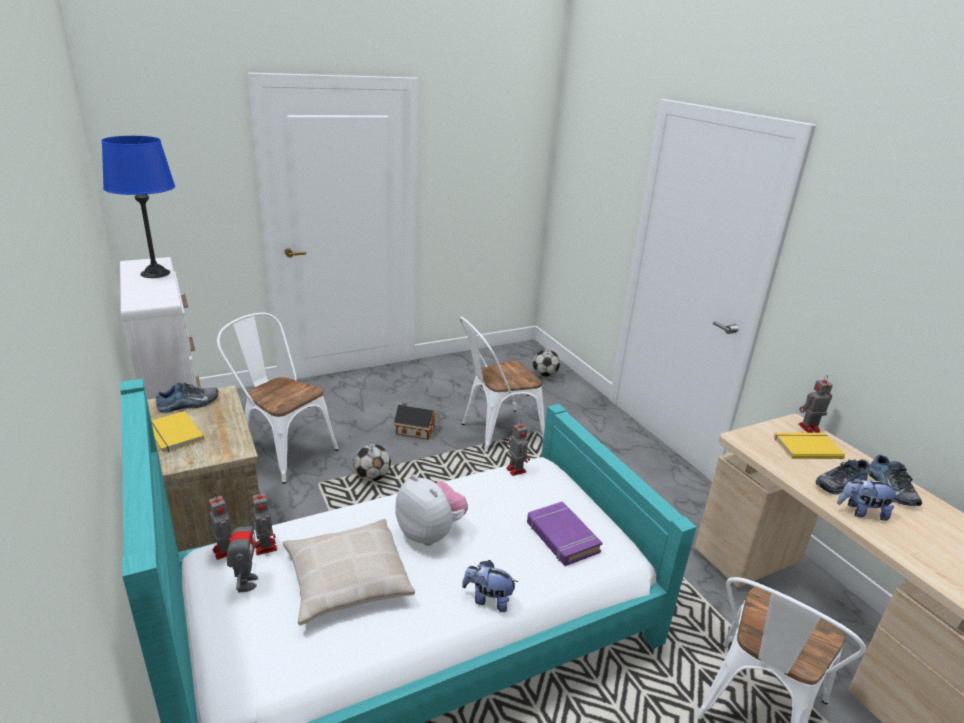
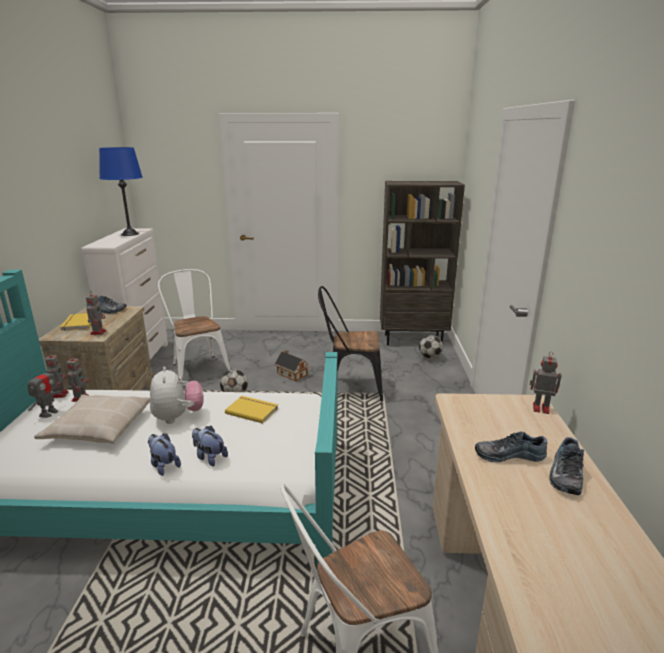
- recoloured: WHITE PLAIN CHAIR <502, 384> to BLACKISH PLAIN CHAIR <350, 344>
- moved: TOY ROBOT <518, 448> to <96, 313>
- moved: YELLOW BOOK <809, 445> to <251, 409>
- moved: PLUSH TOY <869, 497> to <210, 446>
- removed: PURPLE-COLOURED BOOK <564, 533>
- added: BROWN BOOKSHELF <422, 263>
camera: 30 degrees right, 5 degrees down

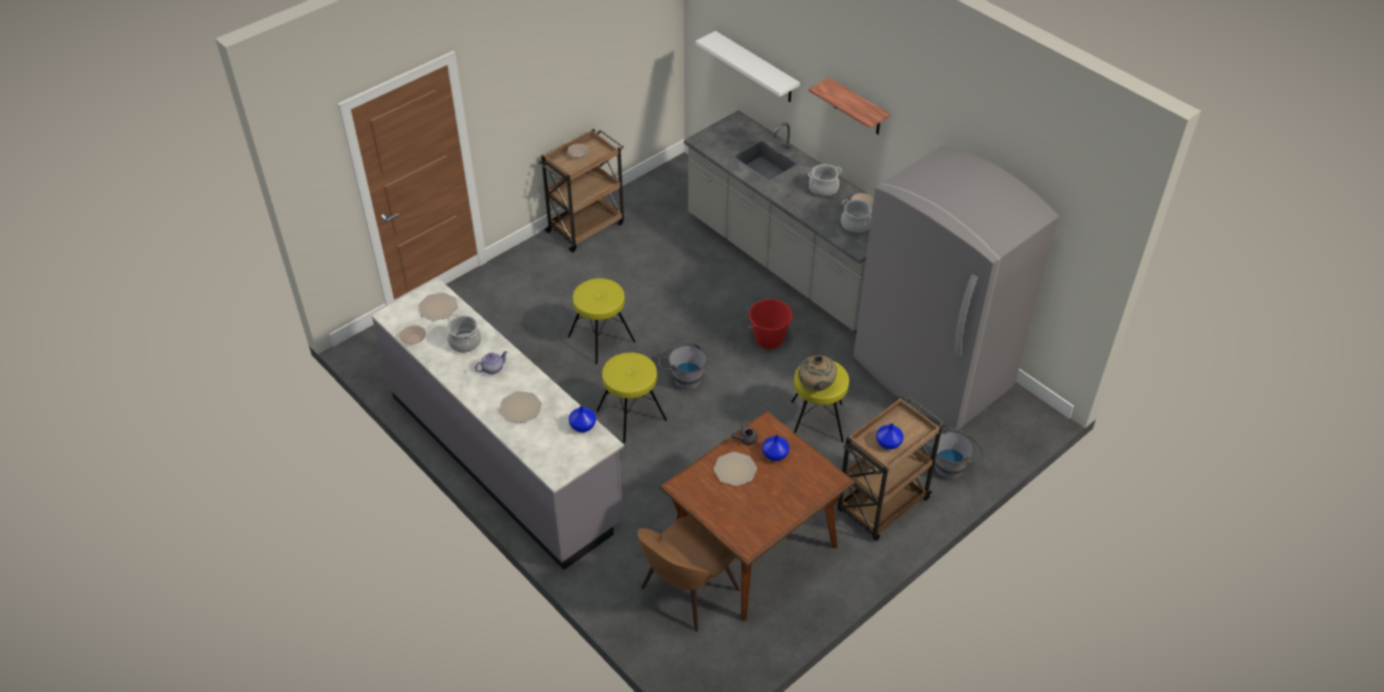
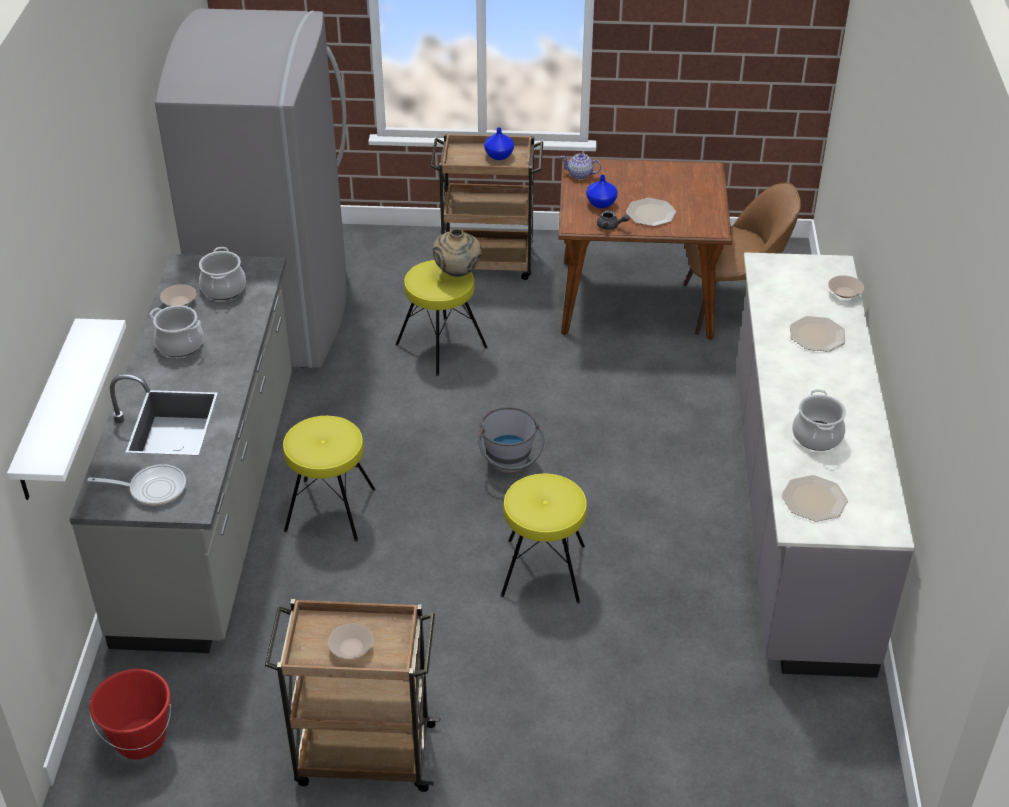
- removed: BRACKET SHELF <850, 105>
- moved: REDDISH PAIL <771, 324> to <130, 714>
- moved: SAND-COLOURED BOWL <413, 334> to <846, 286>
- moved: POT FOR TEA <491, 362> to <581, 166>
- moved: YELLOW STOOL <631, 398> to <329, 478>
- removed: BLUISH FLOWER VASE <582, 419>
- removed: GREYISH PAIL <958, 453>
- added: FRYING PAN <136, 485>
camera: 135 degrees left, 5 degrees down

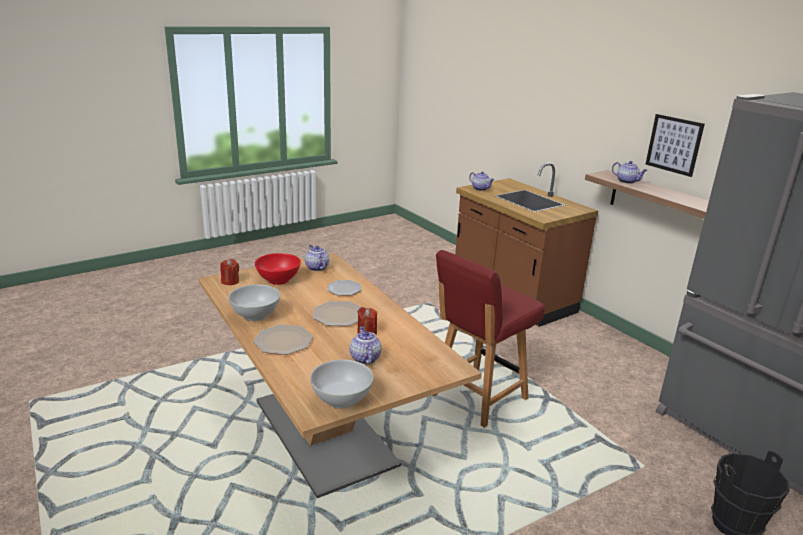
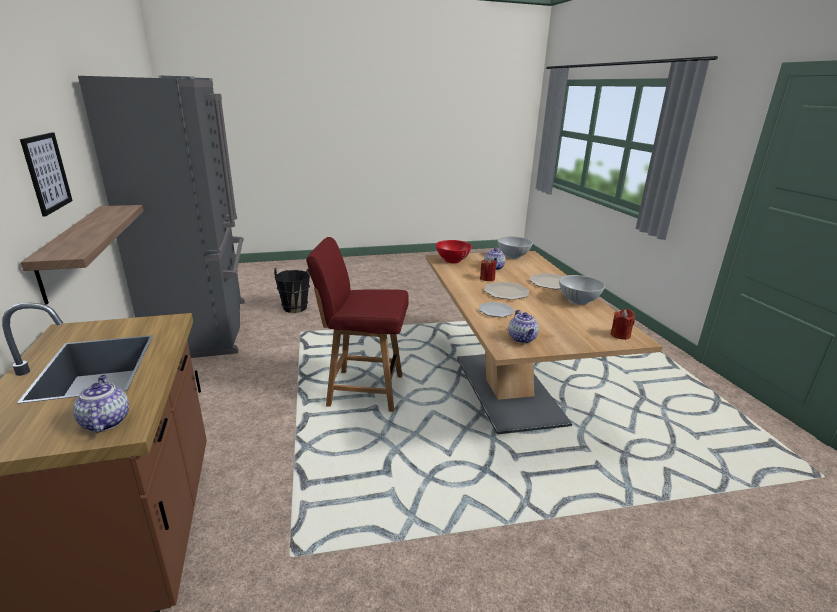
- removed: POT FOR TEA <629, 172>
- turned: REDDISH PLAIN CHAIR <489, 339> = <357, 324> 150 degrees counterclockwise
- moved: REDDISH BOWL <278, 269> to <454, 251>
camera: 160 degrees left, 0 degrees up

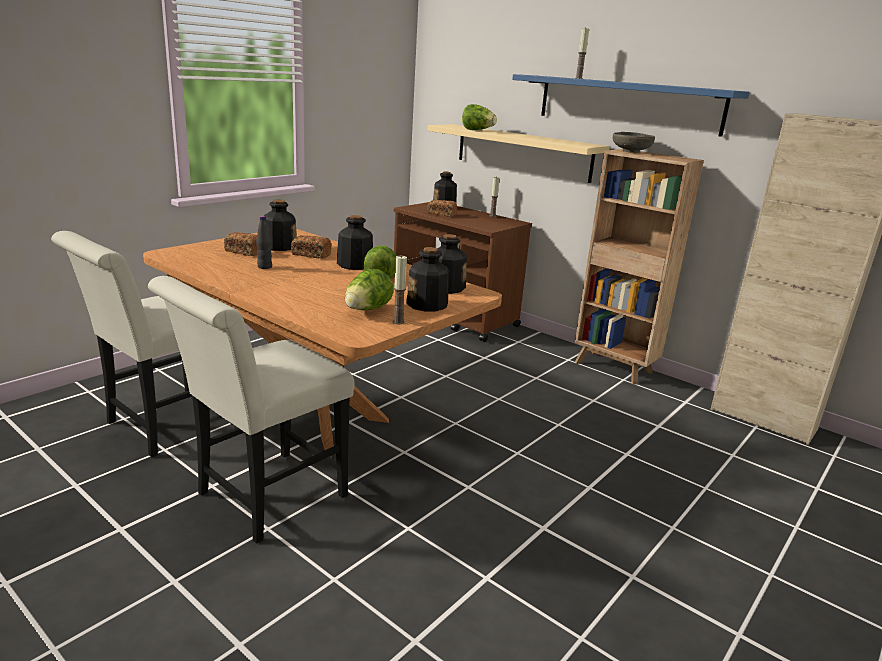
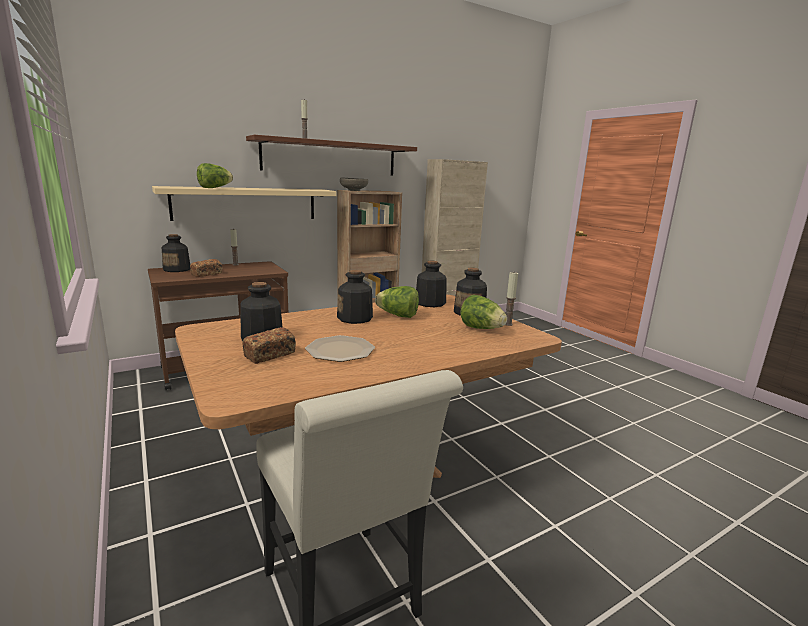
- recoloured: BLUISH BRACKET SHELF <631, 105> to BROWN BRACKET SHELF <331, 155>
- replaced: BLACKISH BOTTLE <264, 242> to PLATE <340, 348>
- removed: BAKERY BREAD <311, 247>
- removed: WHITE PLAIN CHAIR <251, 410>
camera: 70 degrees left, 5 degrees down

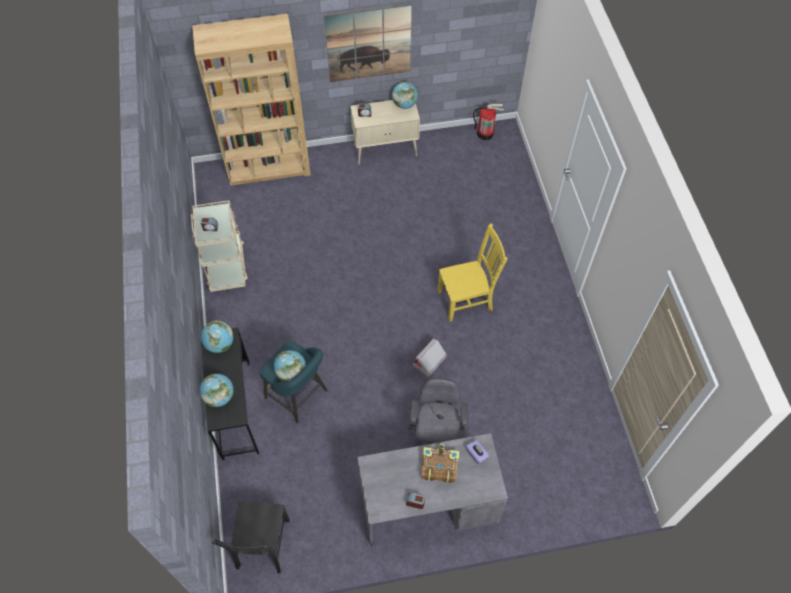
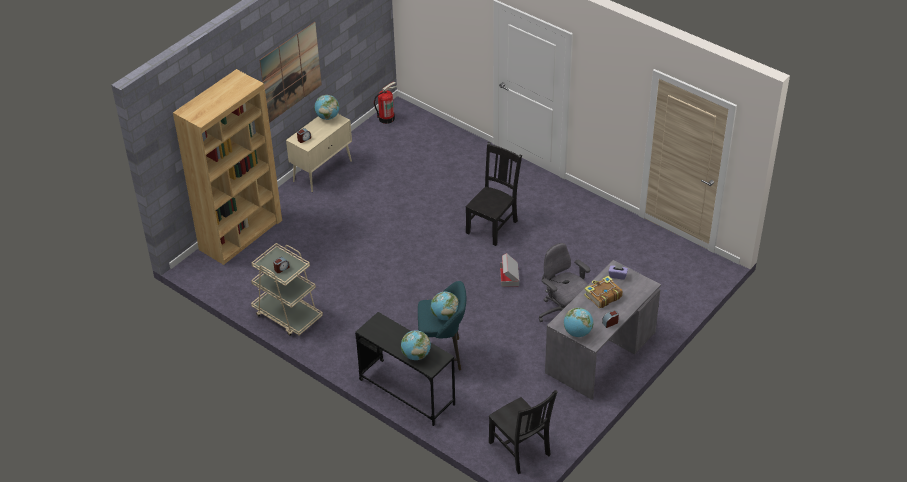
- recoloured: YELLOW PLAIN CHAIR <472, 272> to BLACKISH PLAIN CHAIR <494, 194>
- moved: GLOBE <217, 336> to <578, 322>
camera: 40 degrees left, 15 degrees down

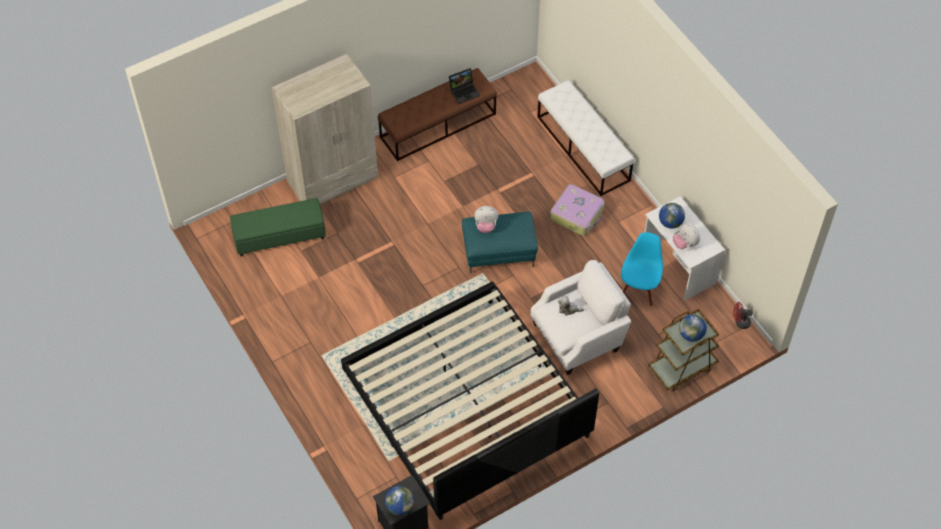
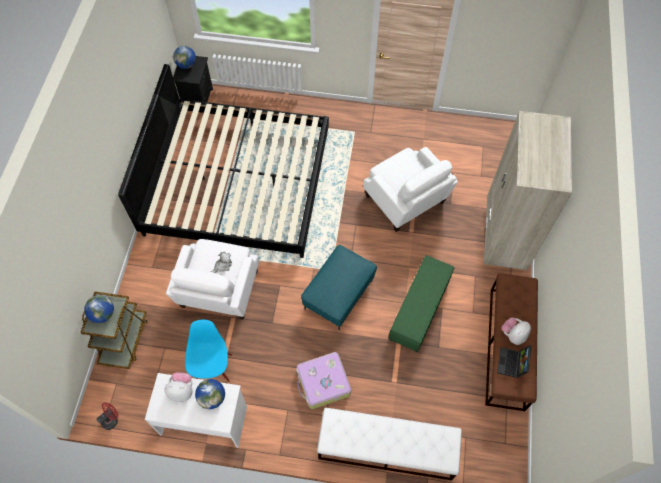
- moved: GREEN OTTOMAN <278, 227> to <421, 303>
- moved: PLUSH TOY <486, 219> to <516, 331>
- turned: BLUISH PLAIN CHAIR <642, 269> = <208, 351> 150 degrees counterclockwise
- added: WHITE ARMCHAIR <410, 189>
camera: 130 degrees right, 5 degrees up

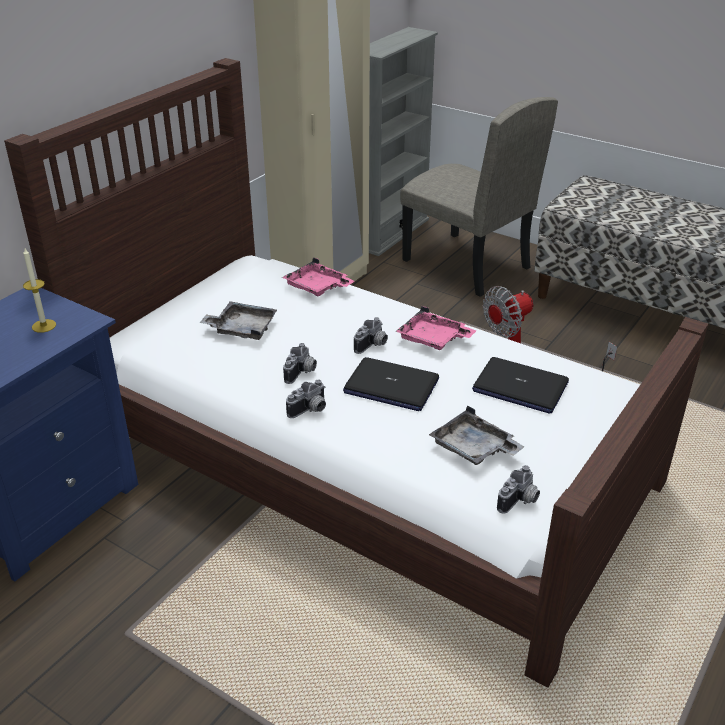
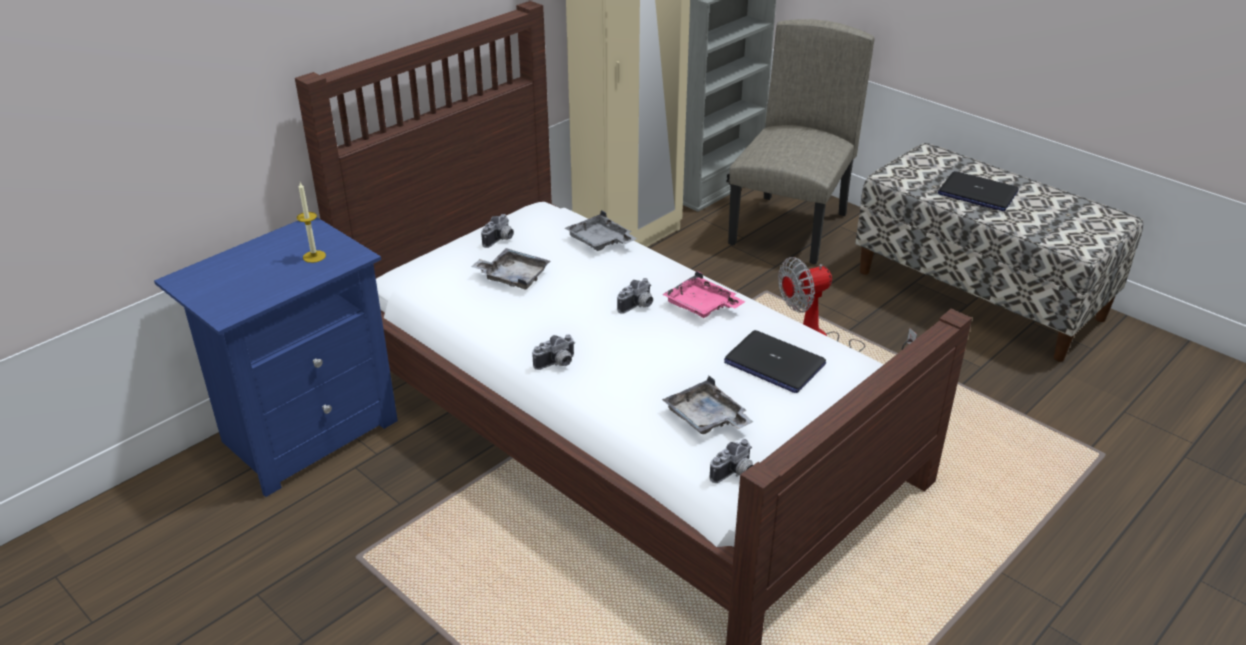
- turned: SAND-COLOURED PLAIN CHAIR <479, 197> = <801, 141> 120 degrees counterclockwise
- recoloured: PINK-COLOURED SERVING TRAY <318, 276> to GREYISH SERVING TRAY <601, 230>
- moved: STILL CAMERA <300, 363> to <497, 231>
- moved: NOTEBOOK COMPUTER <391, 384> to <978, 191>
camera: 10 degrees right, 0 degrees up

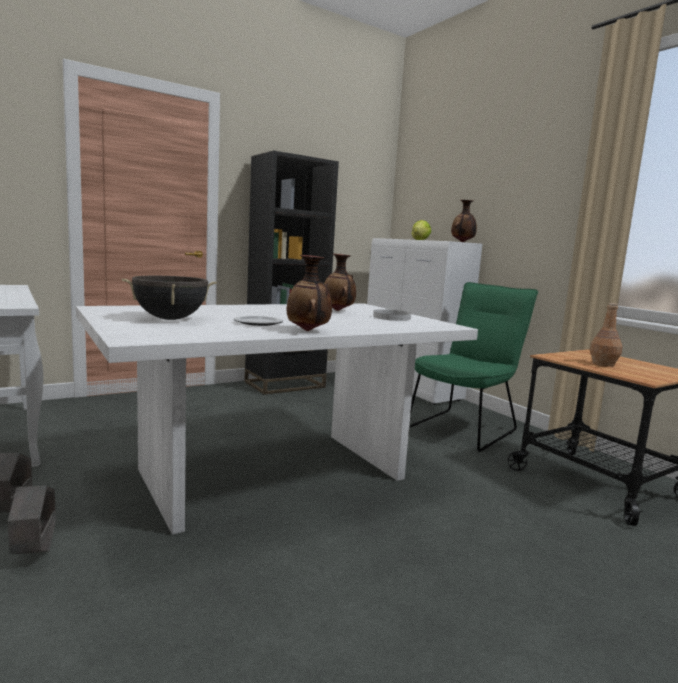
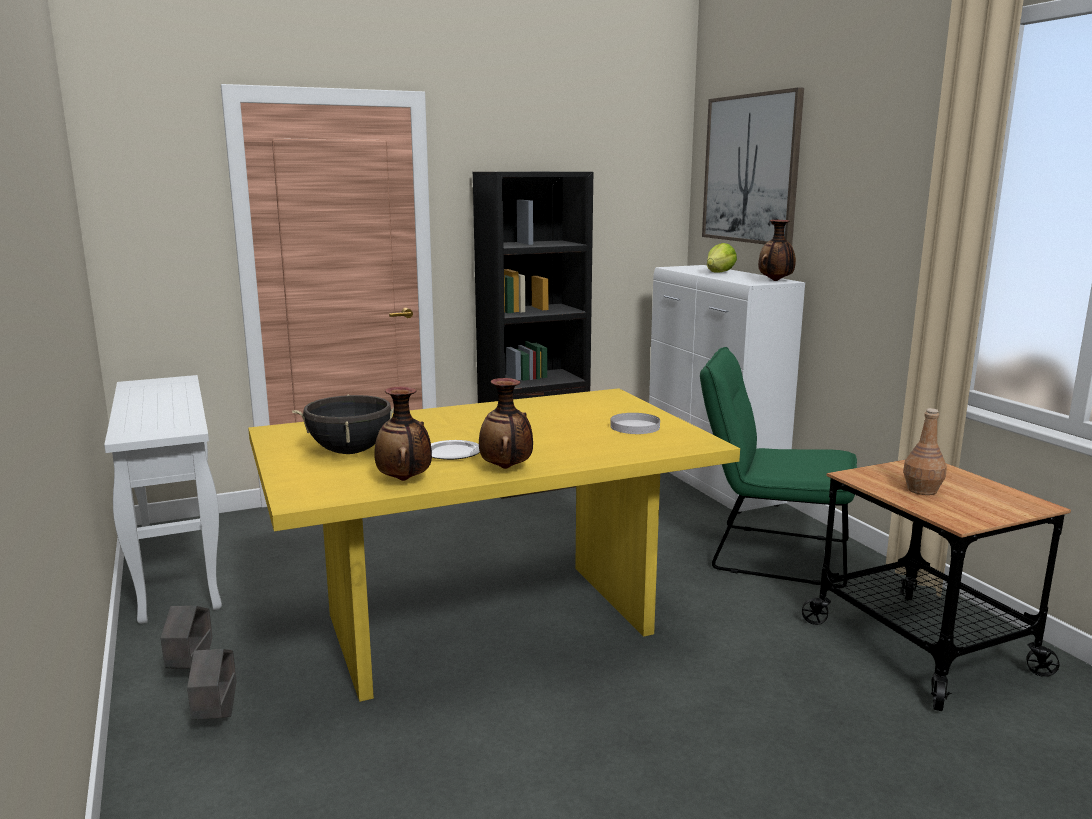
- moved: FLOWER VASE <340, 282> to <403, 433>
- turned: GREEN PLAIN CHAIR <473, 367> = <778, 467> 120 degrees counterclockwise
- recoloured: WHITE DINING TABLE <277, 419> to YELLOW DINING TABLE <494, 545>
- added: WALL ART <753, 166>
camera: 10 degrees right, 5 degrees up

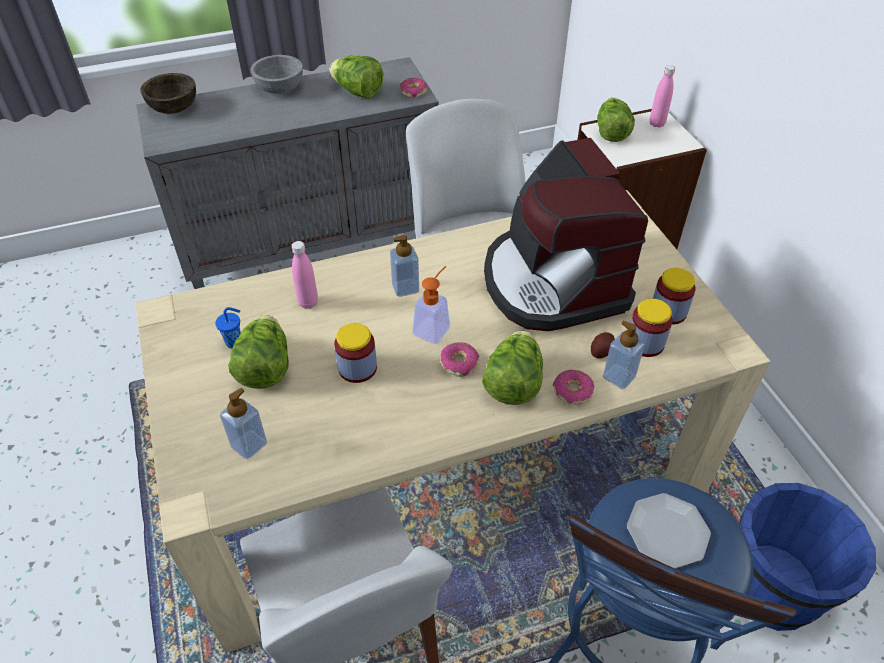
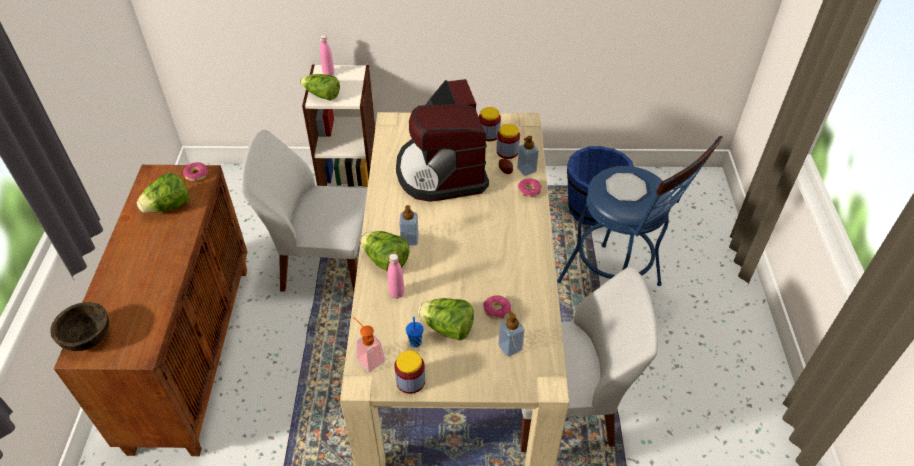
- removed: GREYISH BOWL <276, 74>
- recoloured: GREYISH CUPBOARD <287, 173> to BROWN CUPBOARD <150, 310>
- turned: COFFEE MACHINE <566, 234> = <442, 140> 75 degrees clockwise
- moved: SOAP DISPENSER <431, 305> to <369, 344>
- moved: PRESERVE JAR <355, 353> to <409, 372>
- moved: HEAD OF LETTUCE <512, 367> to <385, 251>
- moved: RING DOUGHNUT <459, 359> to <497, 307>
camera: 70 degrees left, 0 degrees up

